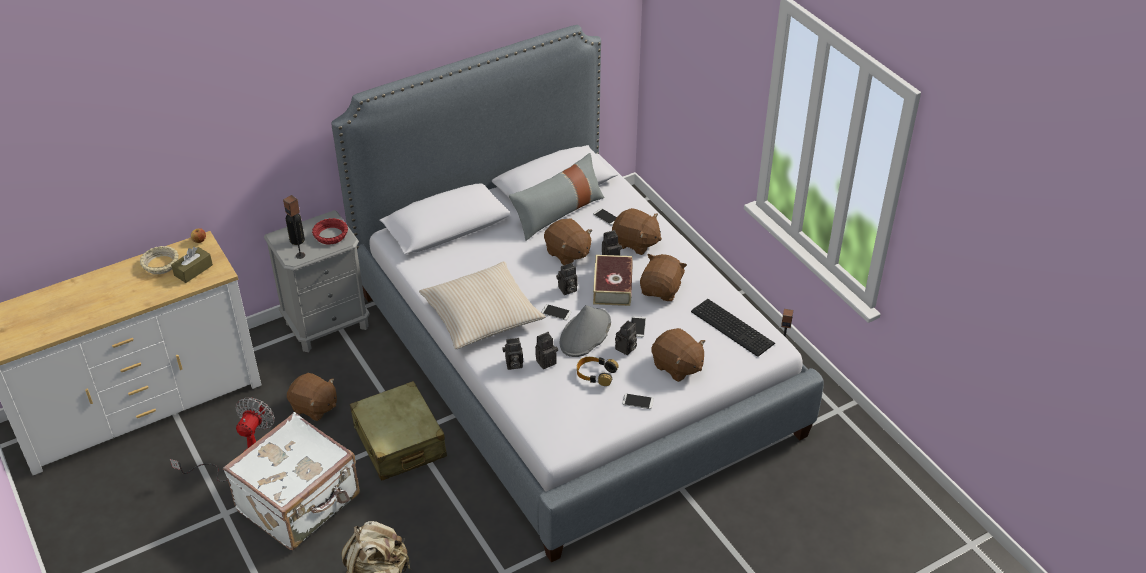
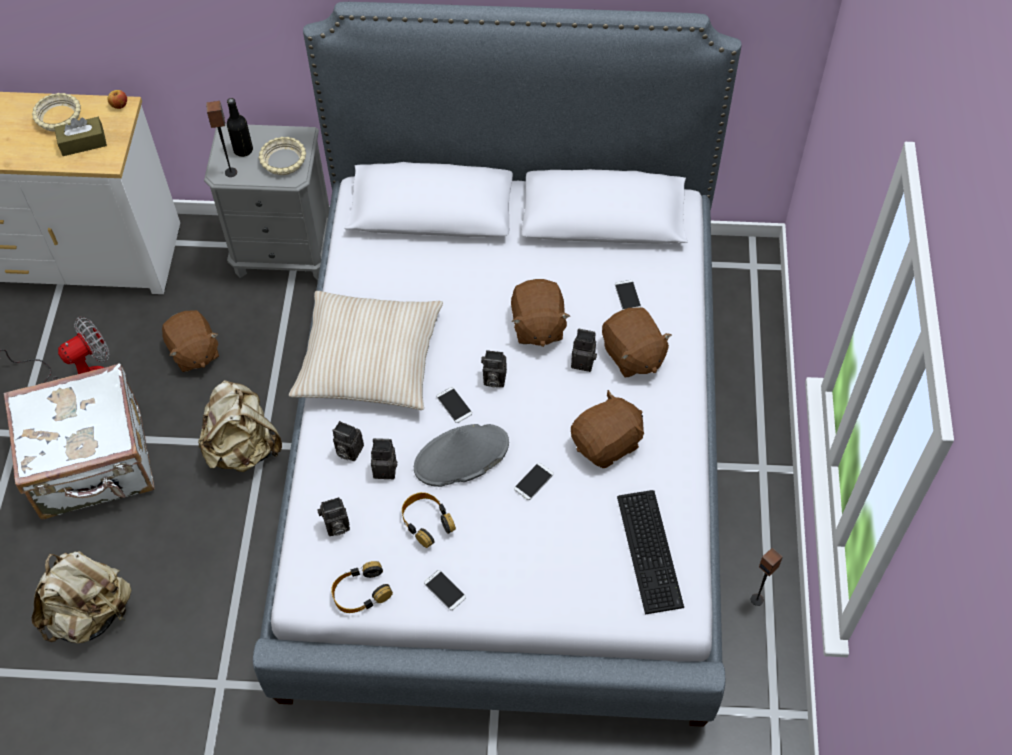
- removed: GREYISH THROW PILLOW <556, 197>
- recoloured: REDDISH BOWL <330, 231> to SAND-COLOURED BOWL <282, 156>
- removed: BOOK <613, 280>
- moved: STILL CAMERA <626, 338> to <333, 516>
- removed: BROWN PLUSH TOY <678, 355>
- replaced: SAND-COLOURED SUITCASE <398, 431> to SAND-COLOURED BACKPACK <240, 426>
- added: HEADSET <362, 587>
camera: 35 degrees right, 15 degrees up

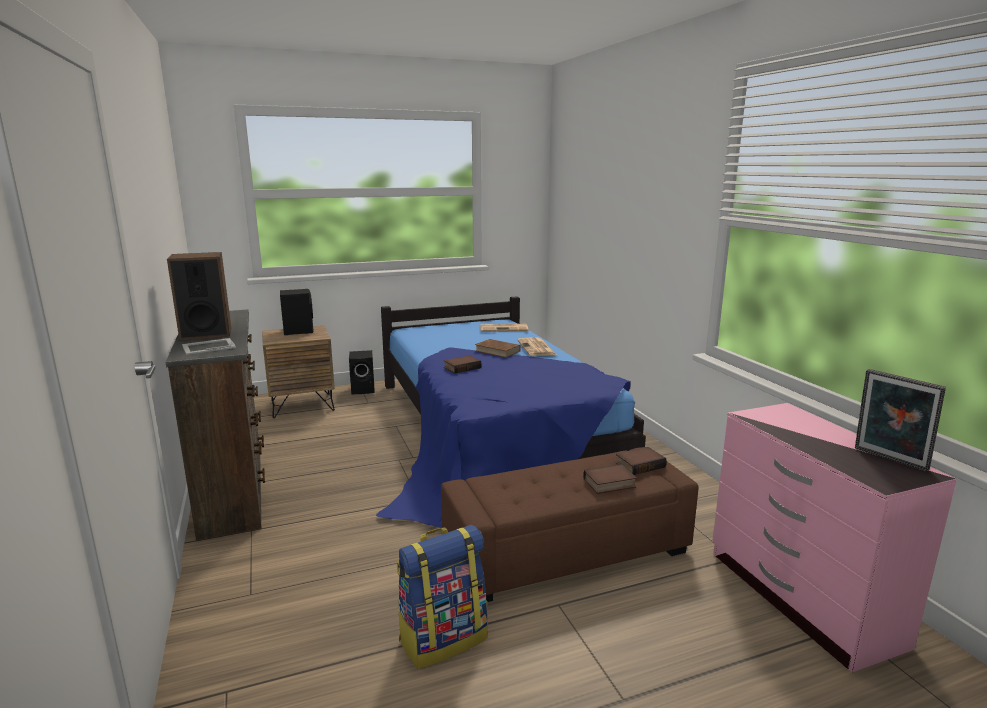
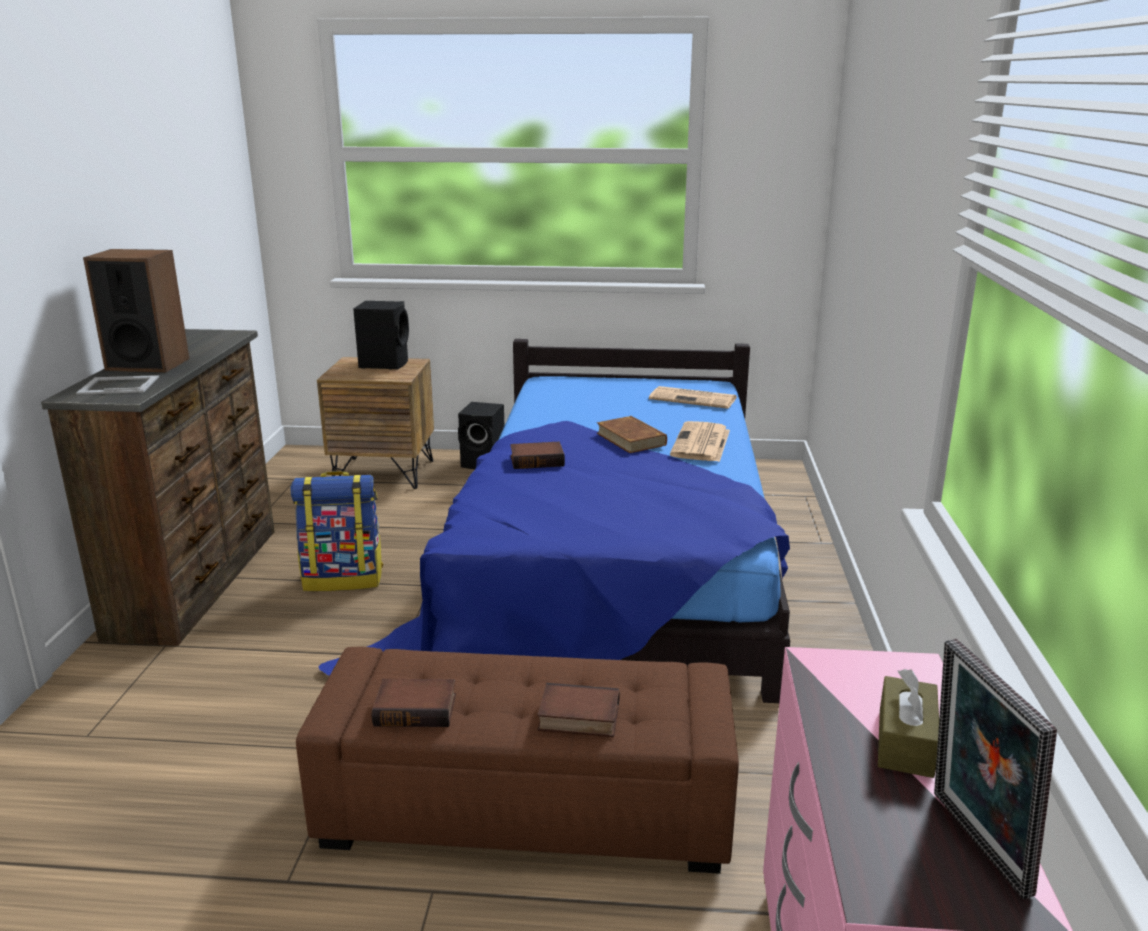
- moved: BOOK <641, 461> to <414, 703>
- moved: BACKPACK <442, 597> to <337, 531>
- added: BROWN TISSUE BOX <908, 723>
camera: 25 degrees right, 5 degrees up

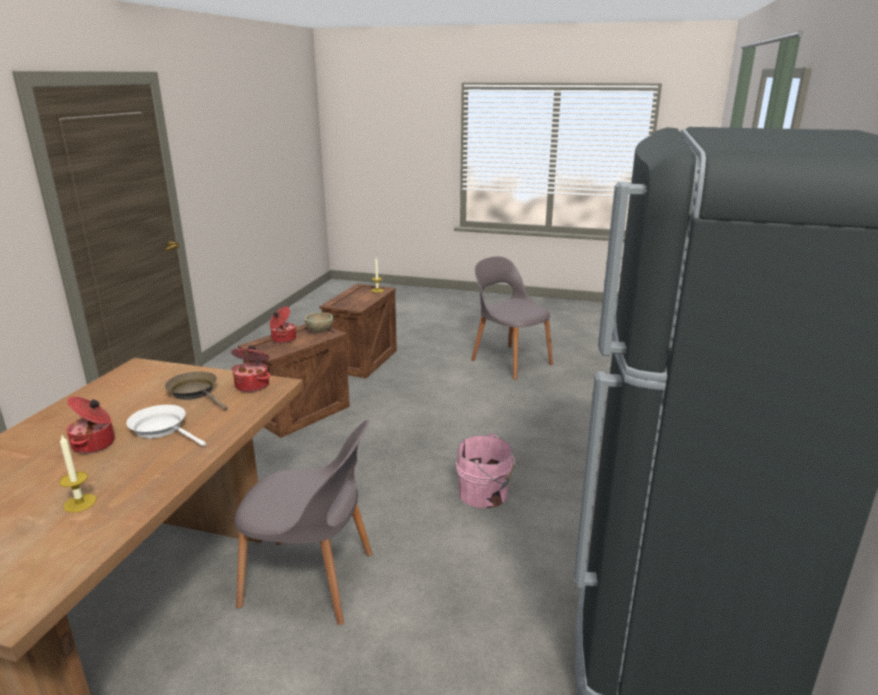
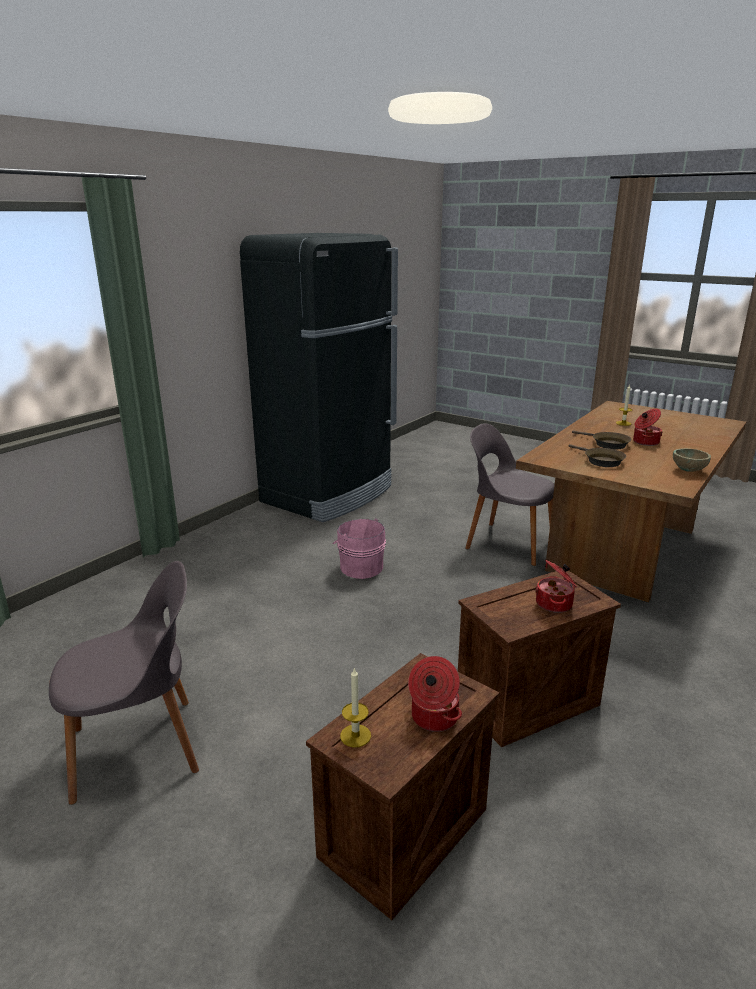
- turned: GREYISH PLAIN CHAIR <512, 318> = <124, 683> 90 degrees counterclockwise
- moved: SAND-COLOURED BOWL <318, 322> to <692, 460>
- moved: STOCKPOT <250, 369> to <435, 694>
- recoloured: WHITE FRYING PAN <166, 425> to BROWN FRYING PAN <602, 440>
camera: 160 degrees left, 0 degrees up

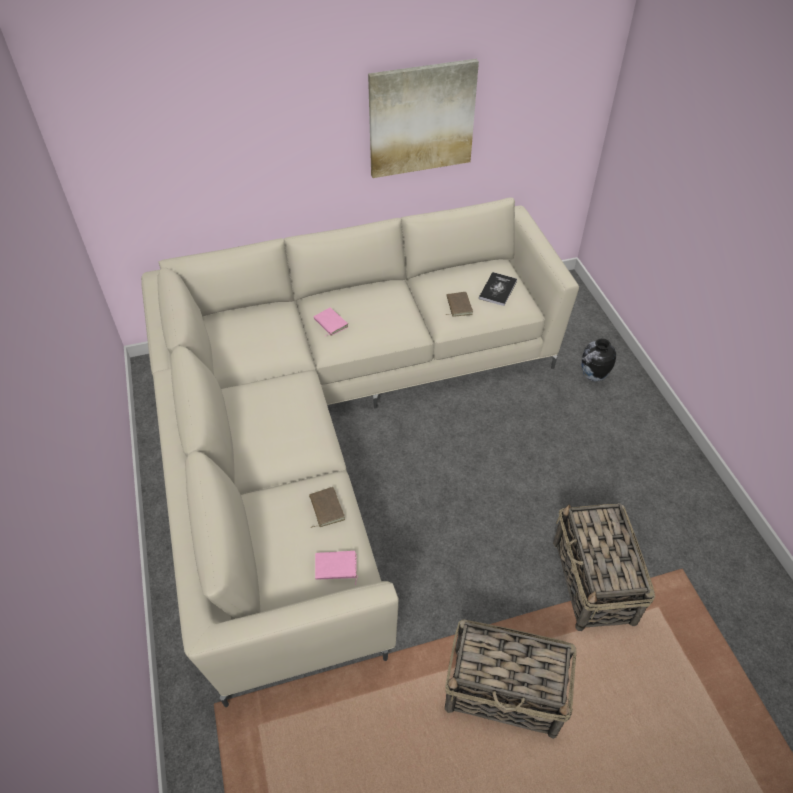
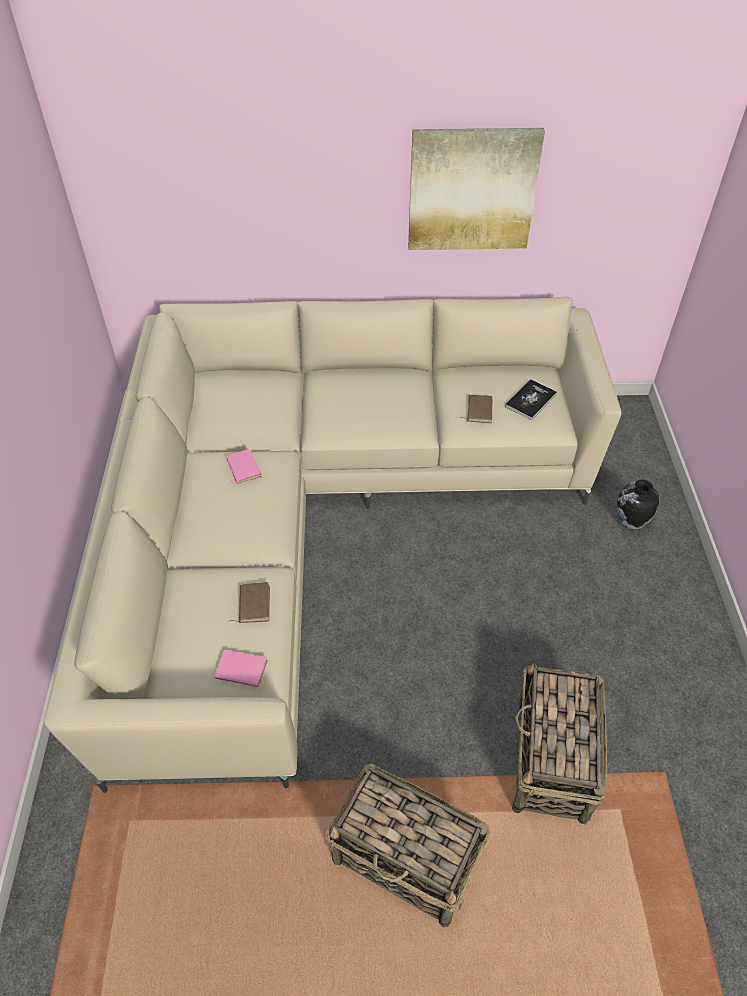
- moved: PINK-COLOURED BOOK <331, 322> to <244, 466>
camera: 15 degrees right, 0 degrees up

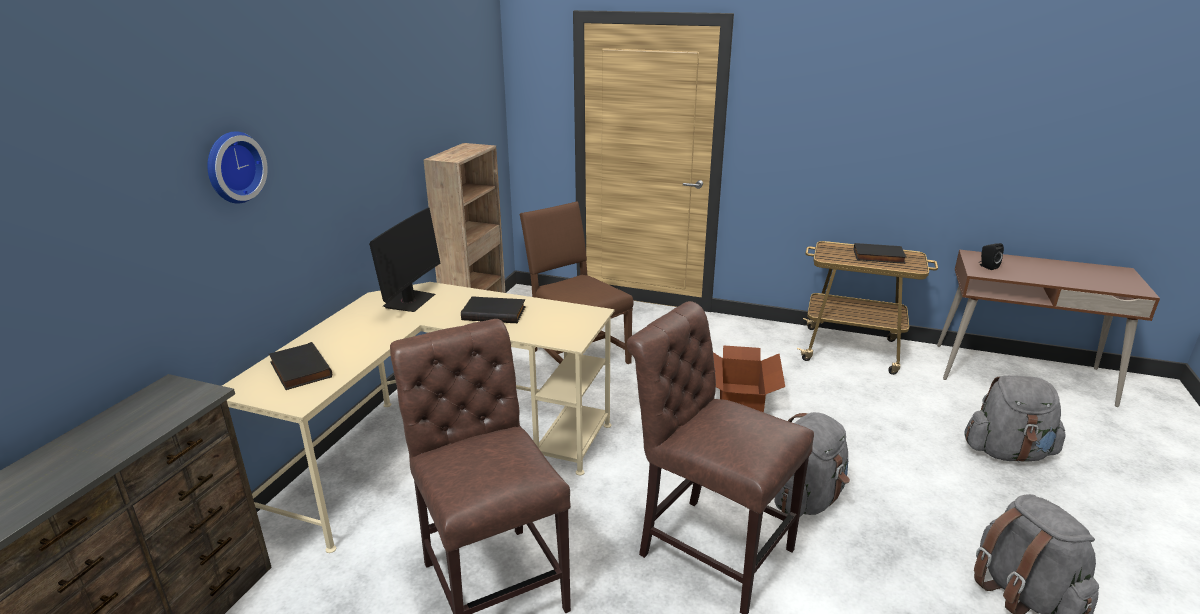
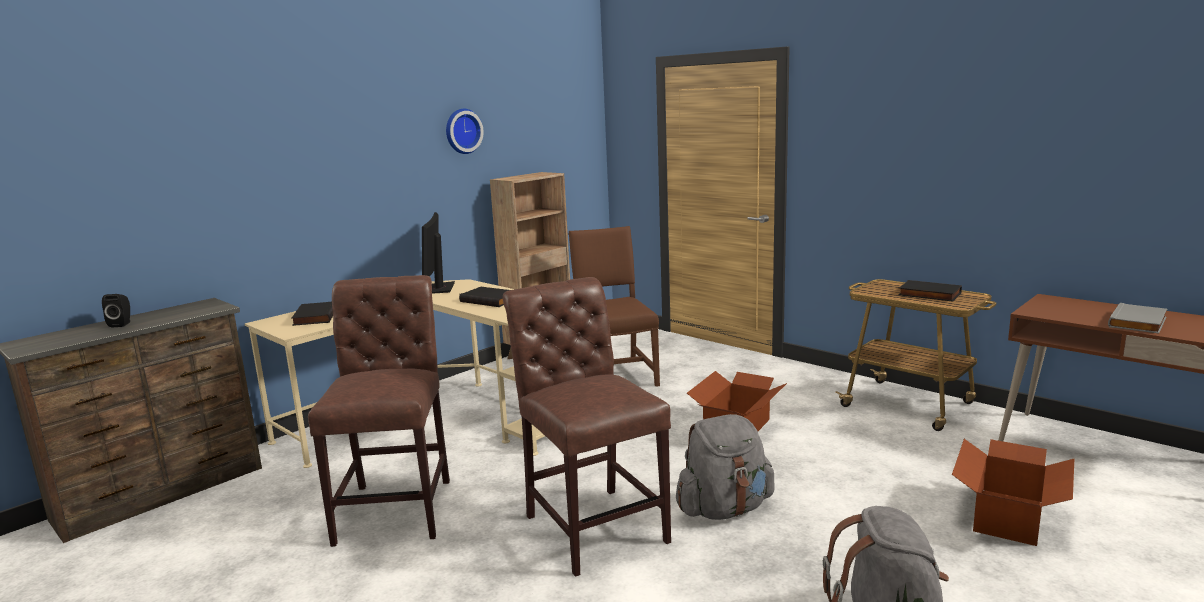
- moved: WALL CLOCK <237, 167> to <465, 131>
- turned: MONITOR <405, 260> = <438, 253> 135 degrees clockwise
- moved: BLACKISH AUDIO SPEAKER <991, 256> to <116, 311>
- replaced: GREYISH BACKPACK <1015, 418> to PACKING BOX <1013, 492>
- added: GREYISH BOOK <1137, 318>
camera: 25 degrees right, 10 degrees down

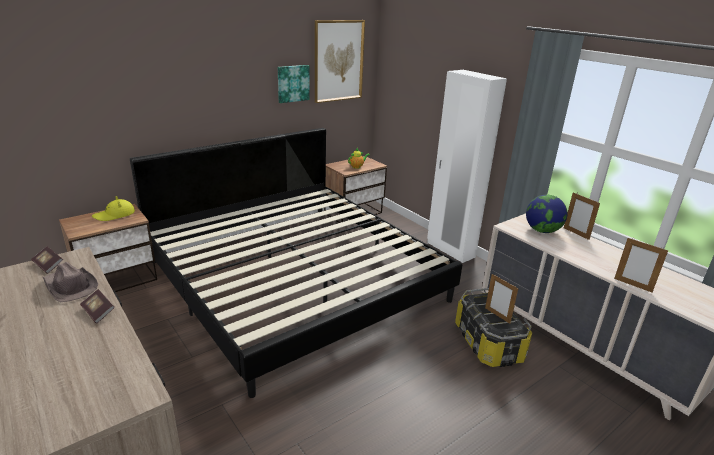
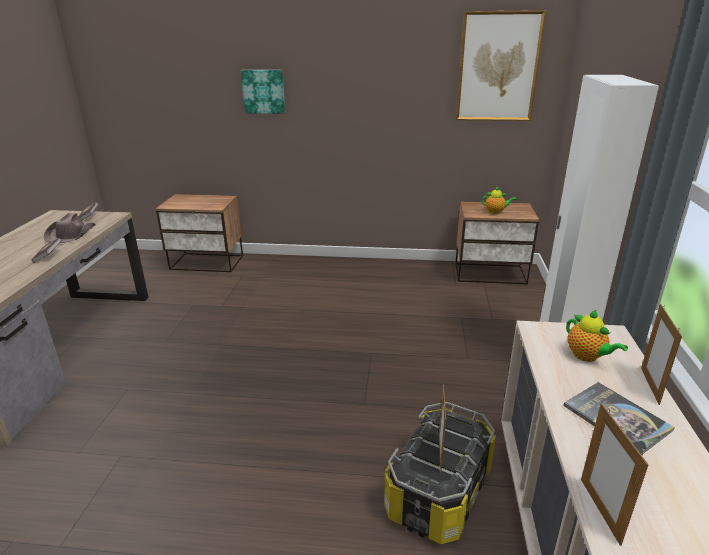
- moved: WALL ART <294, 84> to <263, 92>
- removed: BED <296, 263>
- replaced: GLOBE <546, 214> to POT FOR TEA <597, 336>
- removed: YELLOW HAT <113, 208>
- added: BOOK <619, 418>
camera: 45 degrees right, 0 degrees up

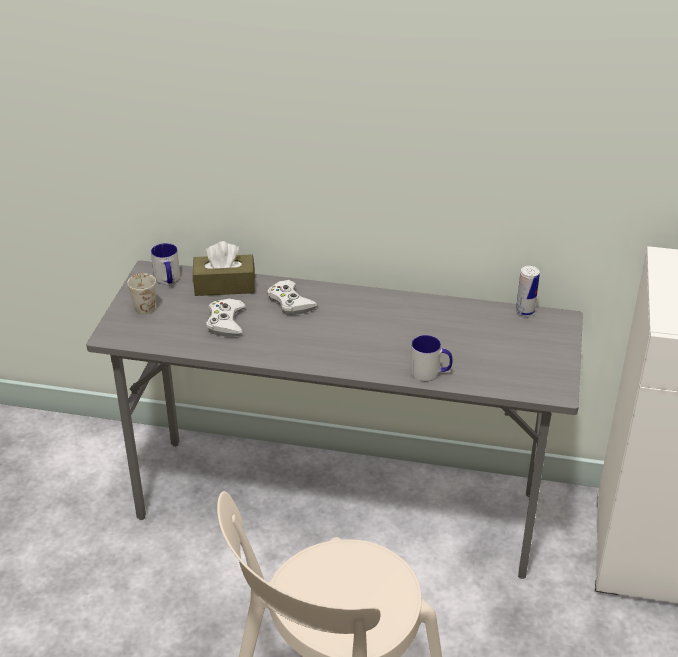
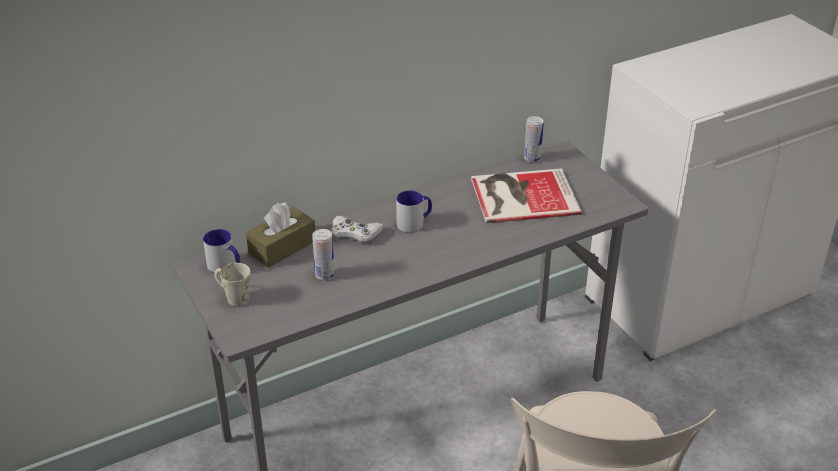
- replaced: WHITE JOYPAD <226, 318> to SEALED CAN <323, 255>
- moved: MUG <431, 358> to <414, 211>
- added: BOOK <526, 195>
camera: 40 degrees left, 0 degrees up

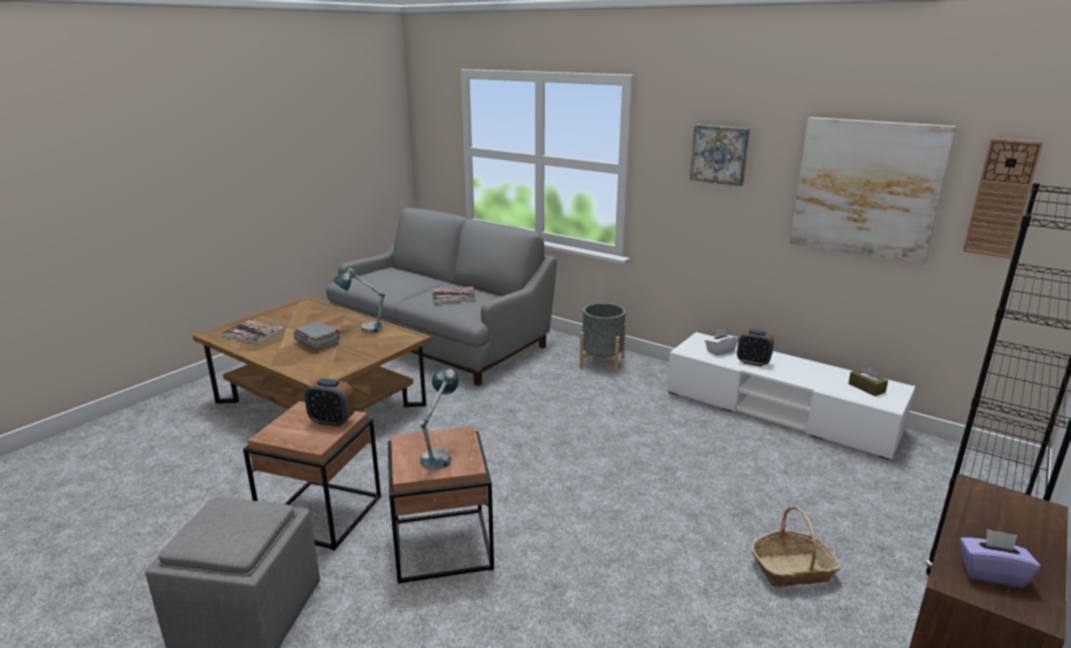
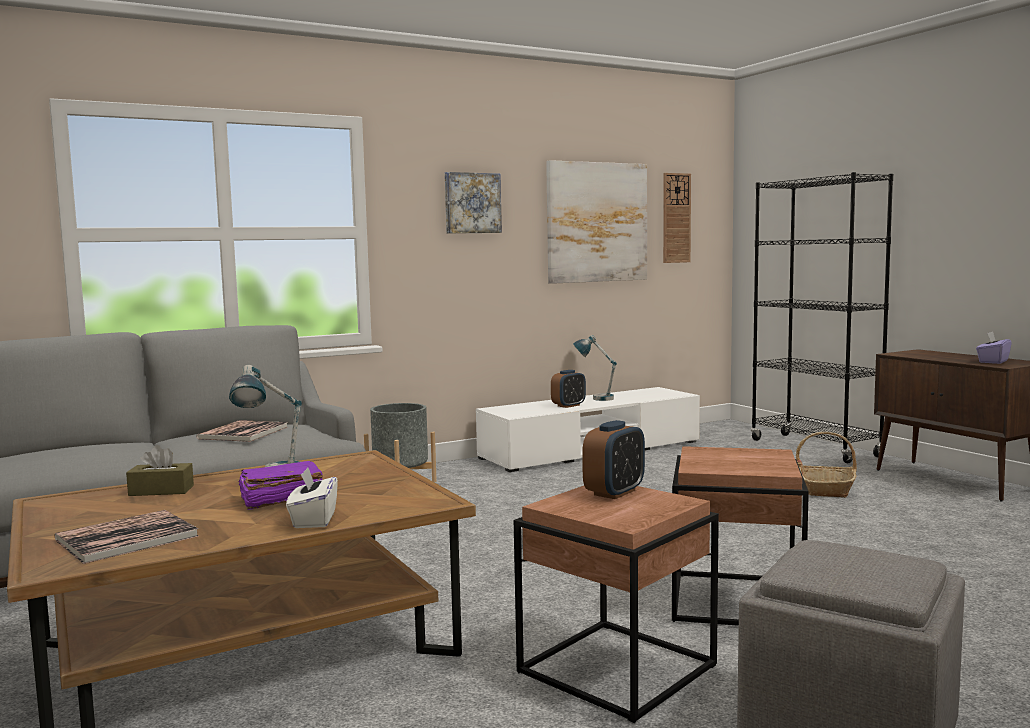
- recoloured: GREYISH BOOK <316, 336> to PURPLE-COLOURED BOOK <280, 485>
- moved: WHITE TISSUE BOX <722, 341> to <312, 497>
- moved: BROWN TISSUE BOX <868, 380> to <160, 470>
- moved: LAMP FOR A TABLE <439, 419> to <595, 368>
camera: 65 degrees left, 15 degrees down

